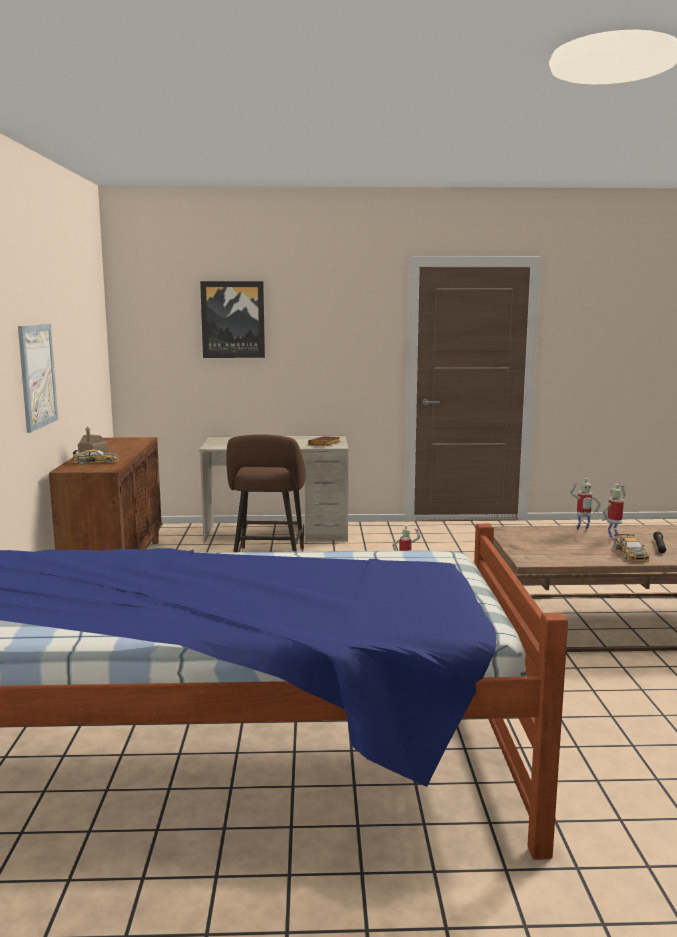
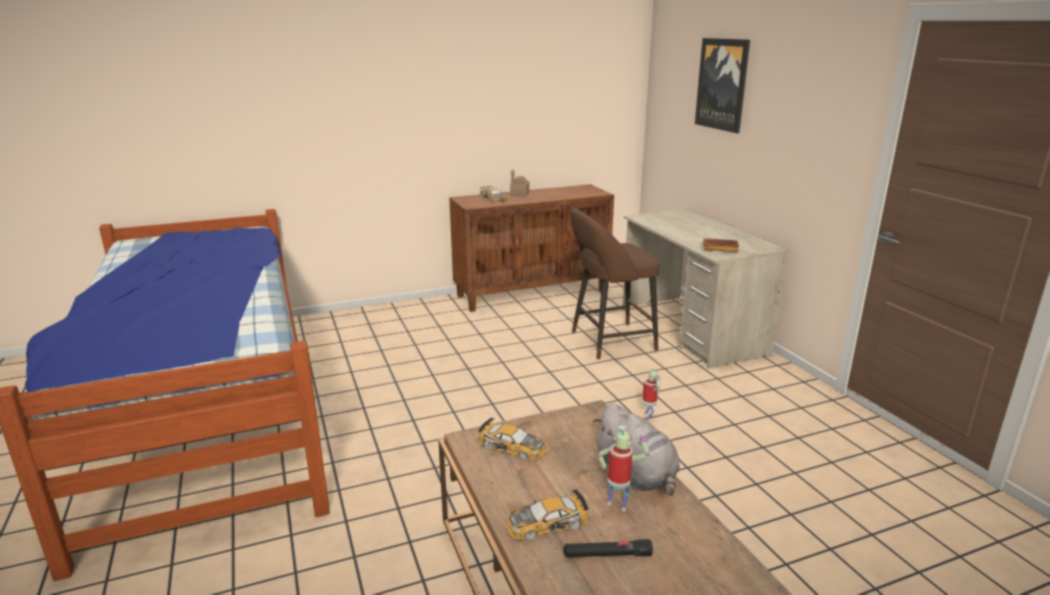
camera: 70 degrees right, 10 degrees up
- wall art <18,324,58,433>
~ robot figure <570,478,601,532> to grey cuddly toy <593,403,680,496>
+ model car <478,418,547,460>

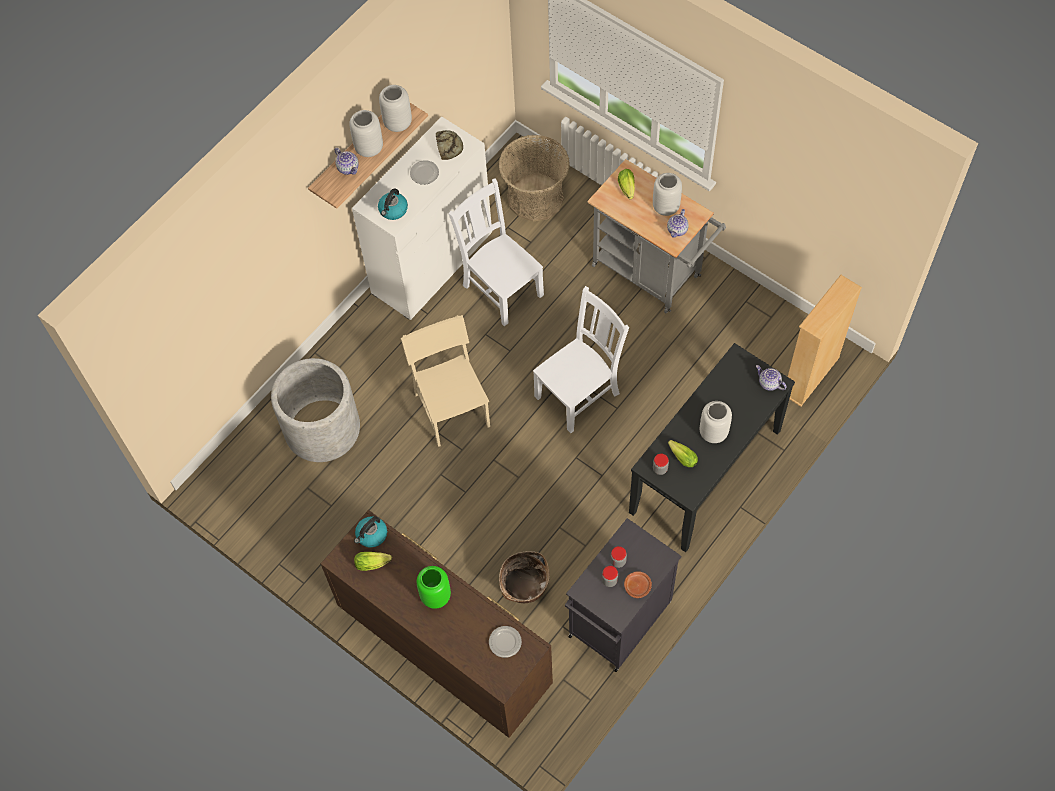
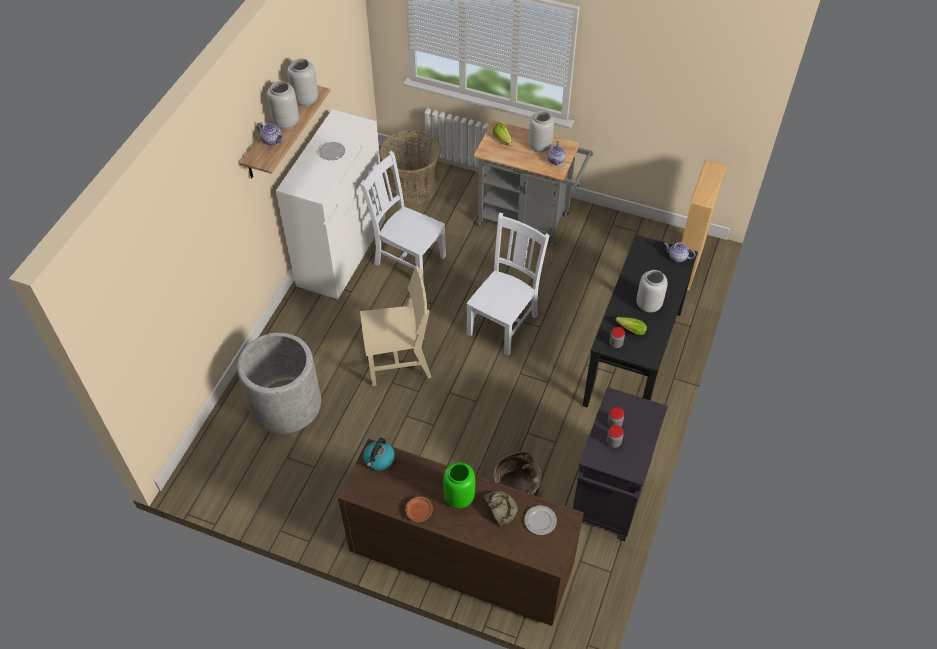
camera: 20 degrees left, 10 degrees down
- lettuce head <354,552,392,571>
- water kettle <378,188,408,220>
~ sand-coloured plain chair <401,315,490,447> = <360,266,431,386> 120 degrees clockwise
~ bakery bread <436,130,463,160> to <483,491,518,527>
~ brown plate <624,571,652,598> to <405,497,433,522>

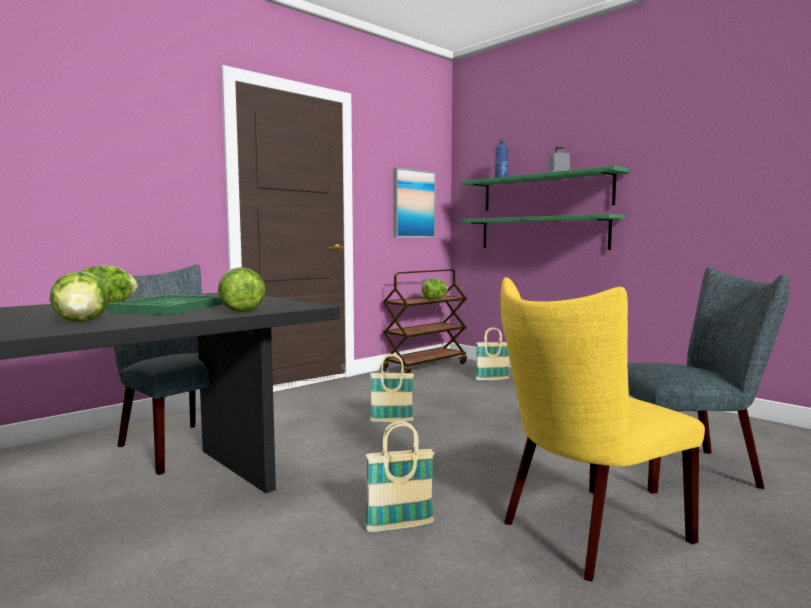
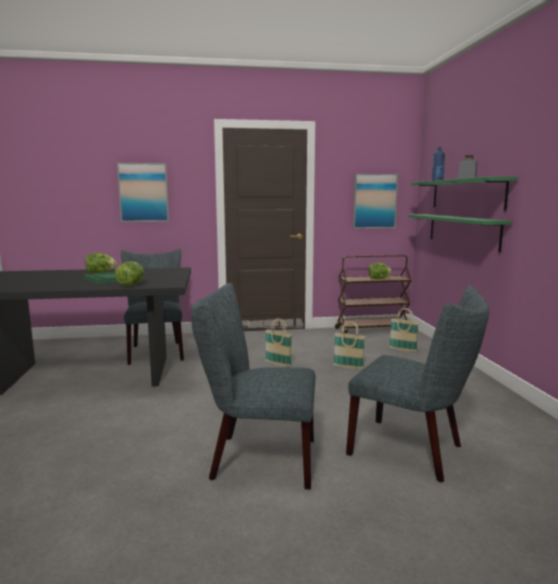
camera: 35 degrees right, 5 degrees up
- lettuce head <50,271,110,322>
~ household basket <365,421,435,532> to <333,321,365,369>
~ yellow plain chair <500,277,705,581> to grey plain chair <191,283,315,490>
+ wall art <117,163,169,222>

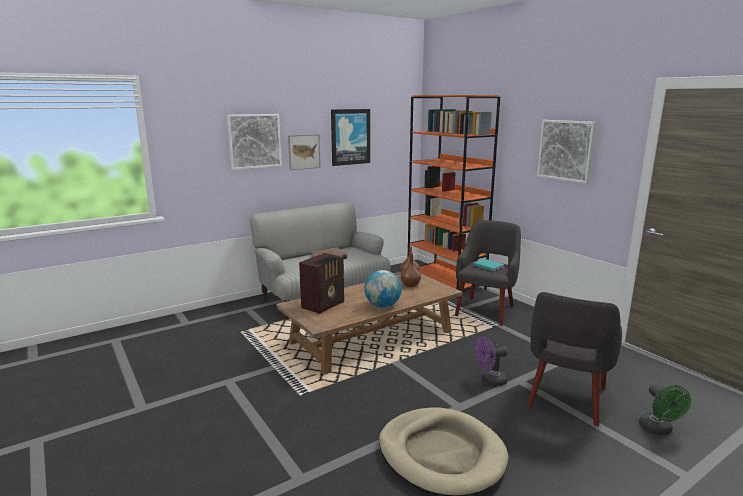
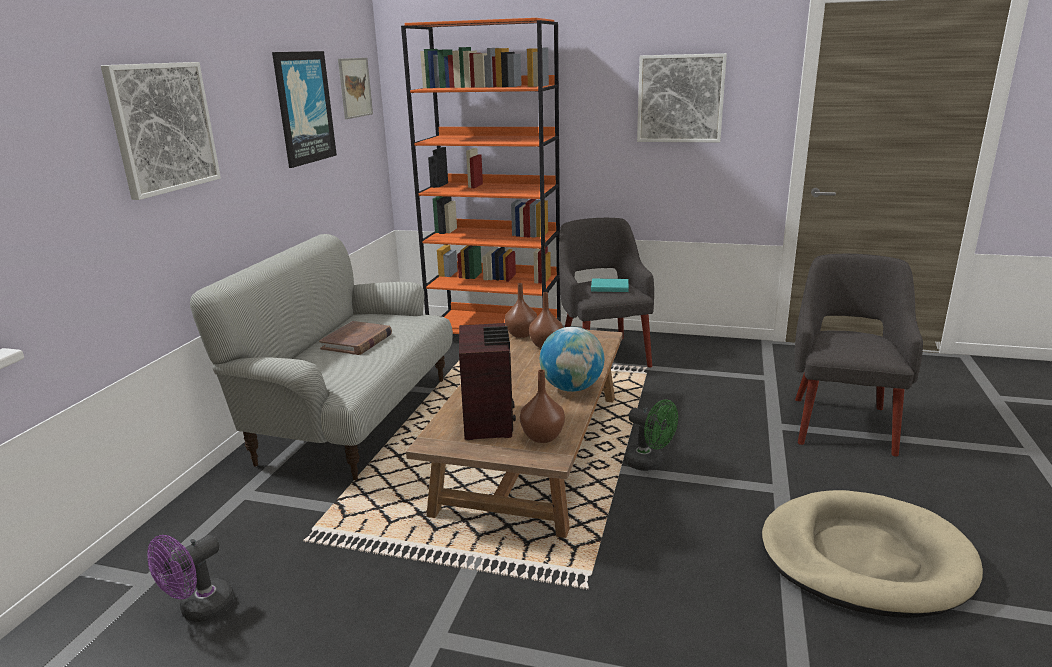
camera: 40 degrees left, 5 degrees up
~ wall art <288,134,321,170> to <338,58,373,119>
~ purplish electric fan <475,337,508,386> to <147,535,235,622>
~ grey lounge chair <527,292,622,427> = <794,254,923,457> 150 degrees counterclockwise
~ green electric fan <639,384,691,435> to <624,399,678,471>
+ brown vase <520,370,565,443>

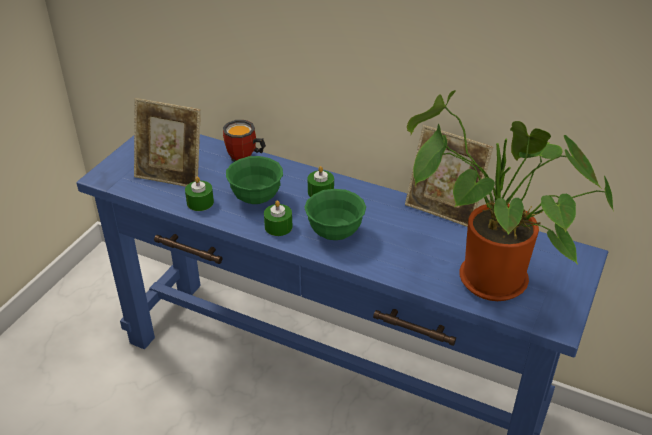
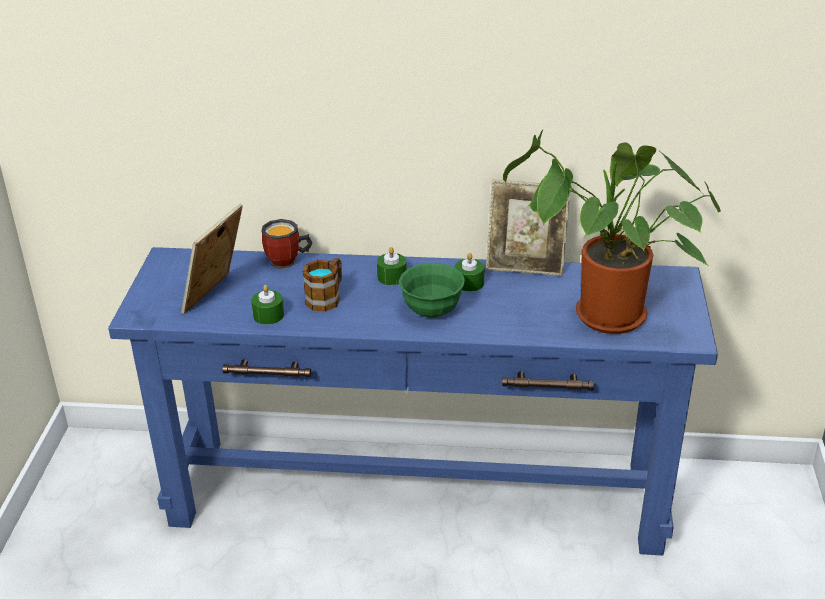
camera: 20 degrees left, 5 degrees down
~ standing frame <134,98,201,187> = <181,204,243,314> 120 degrees clockwise
~ green serving bowl <226,156,283,204> to mug <303,258,342,312>
~ green candle <264,200,292,236> to <455,253,484,292>

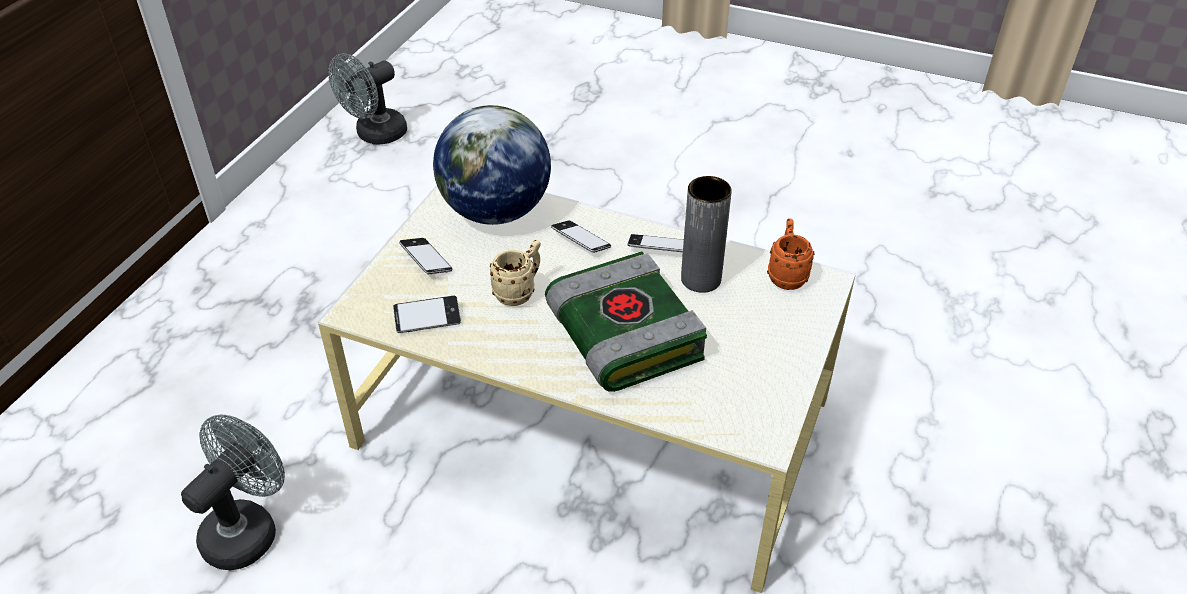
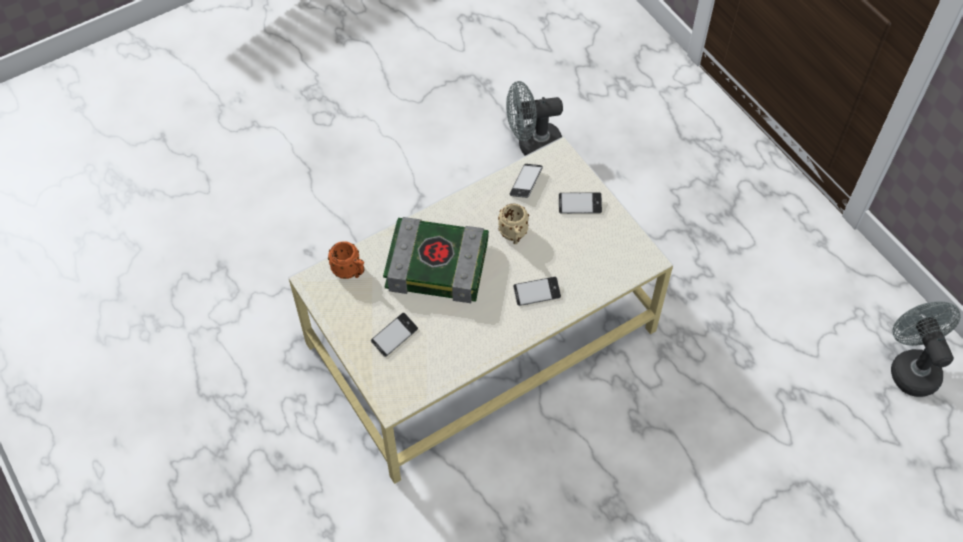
camera: 125 degrees right, 15 degrees up
~ grey electric fan <181,415,285,570> = <506,81,563,156> 105 degrees clockwise
- desk globe <433,105,551,225>
~ telephone <627,234,684,252> to <371,313,418,357>
- grey vase <681,176,732,293>
~ orangey mug <767,218,814,290> to <328,241,365,279>

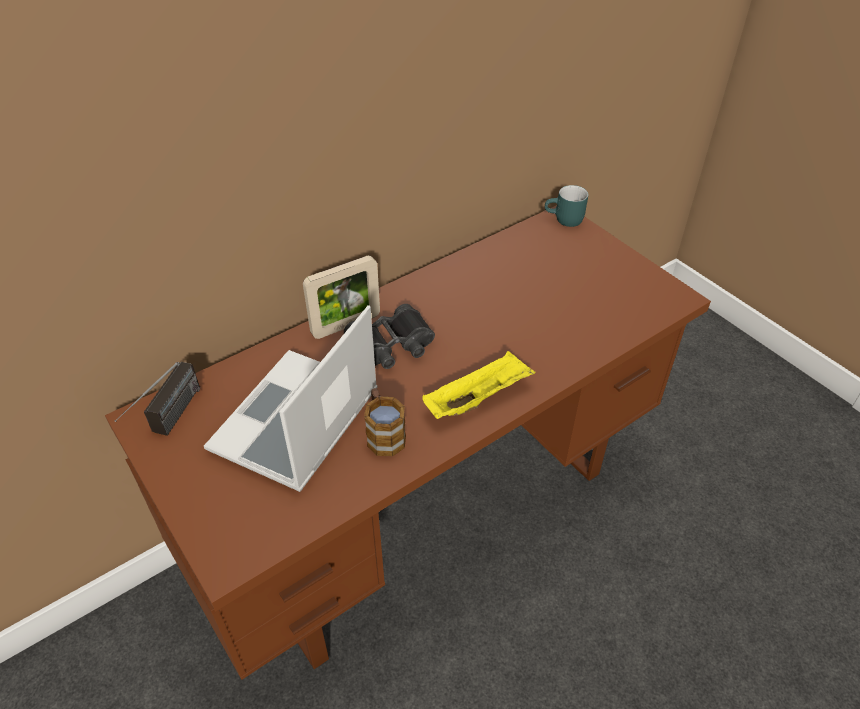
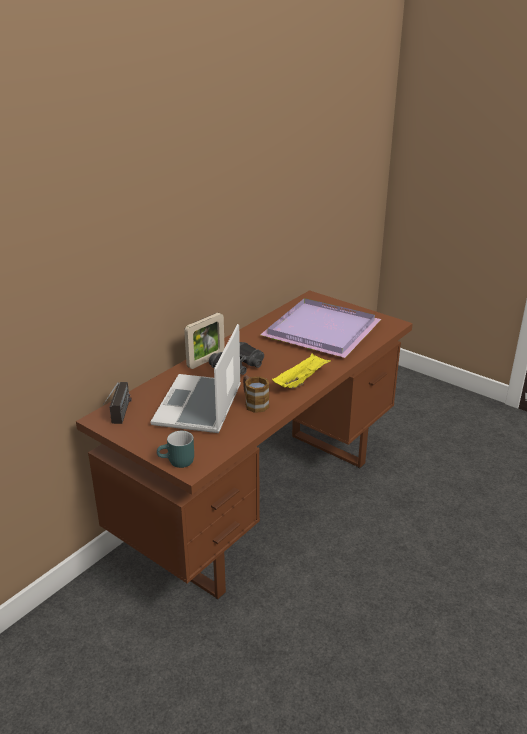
camera: 15 degrees left, 15 degrees down
~ turquoise mug <545,185,588,227> to <157,431,194,468>
+ purplish serving tray <260,298,381,358>

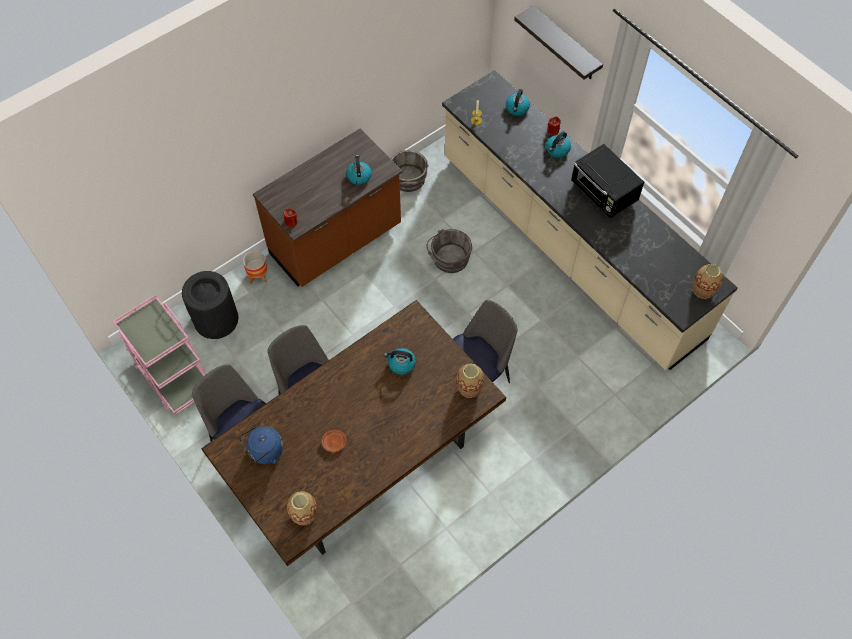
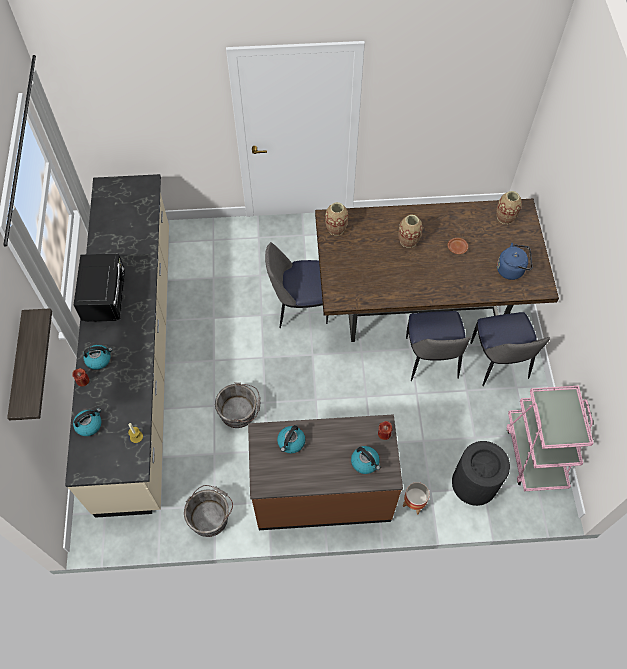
camera: 145 degrees left, 0 degrees up
~ water kettle <384,348,416,375> to <351,446,380,474>
~ vase <693,264,723,299> to <398,215,423,248>

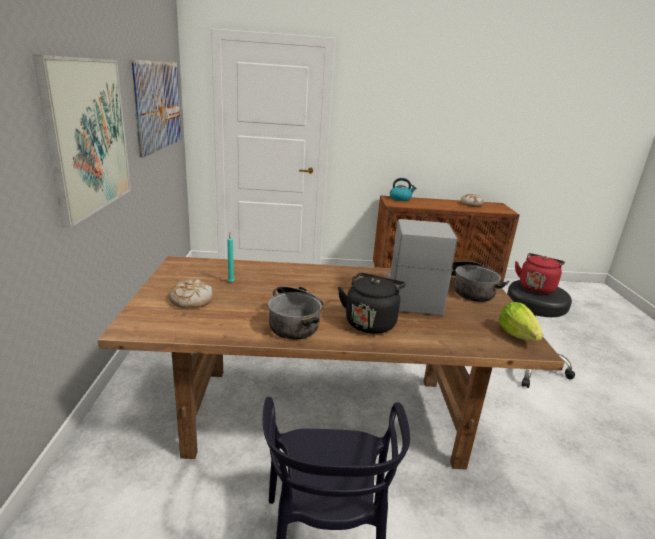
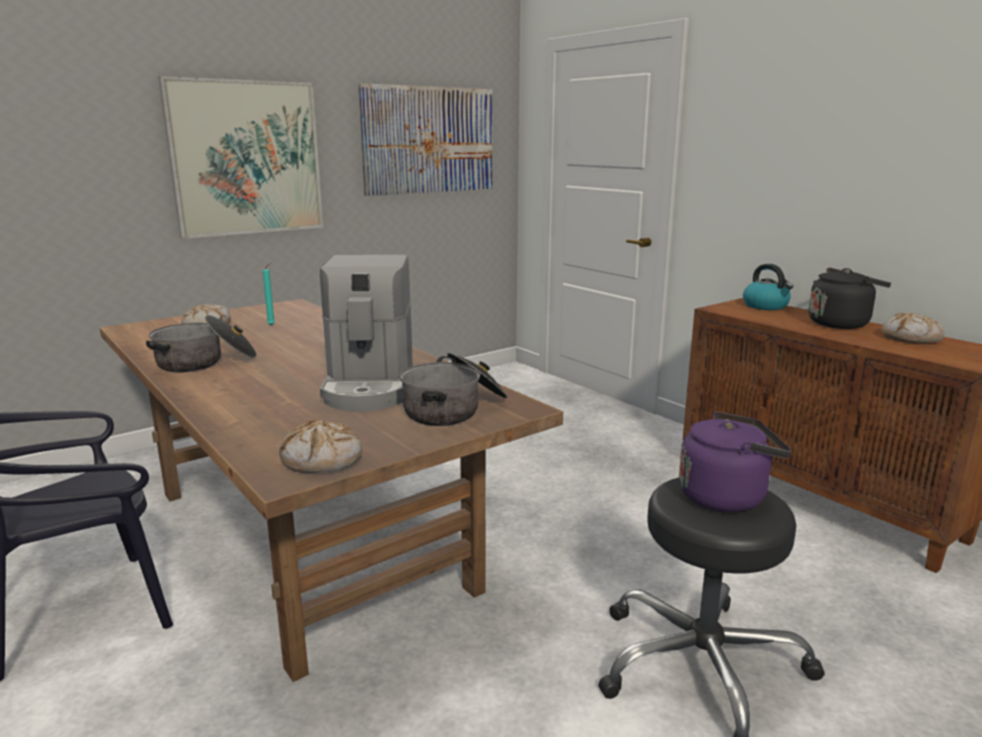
camera: 55 degrees right, 5 degrees down
~ blackish water kettle <338,273,406,334> to <809,268,891,329>
~ coffee brewer <388,219,457,315> = <320,255,413,412> 120 degrees clockwise
~ lettuce head <499,302,543,341> to bakery bread <279,420,362,473>
~ reddish water kettle <515,253,565,294> to purplish water kettle <679,411,791,512>

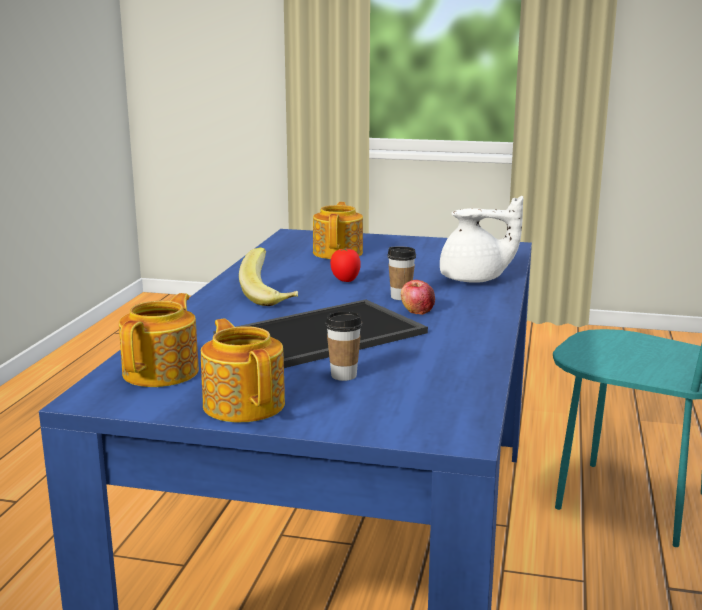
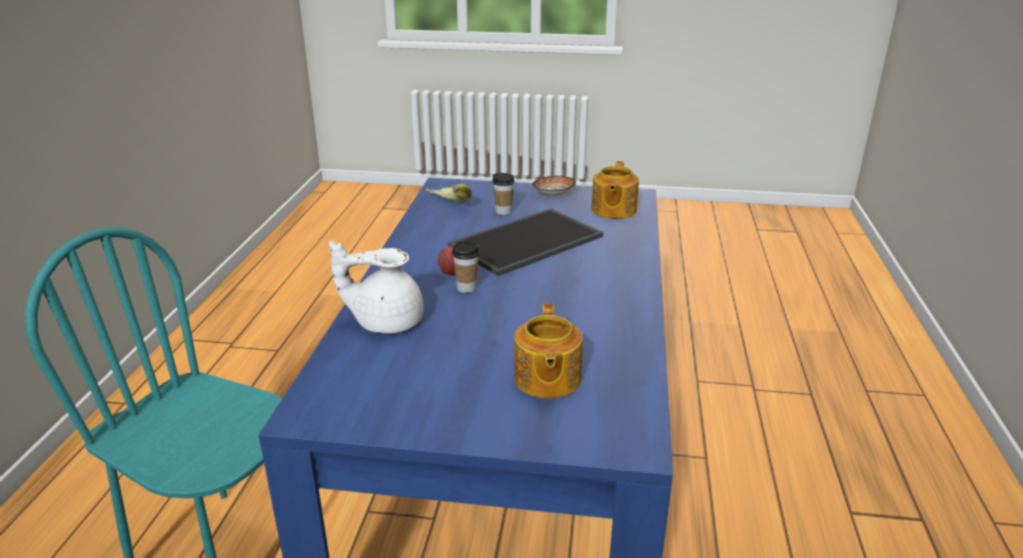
camera: 175 degrees right, 10 degrees up
~ pot for tea <201,319,285,422> to serving bowl <532,176,576,196>
~ banana fruit <239,247,298,306> to <426,184,472,201>
- fresh tomato <330,248,361,282>

